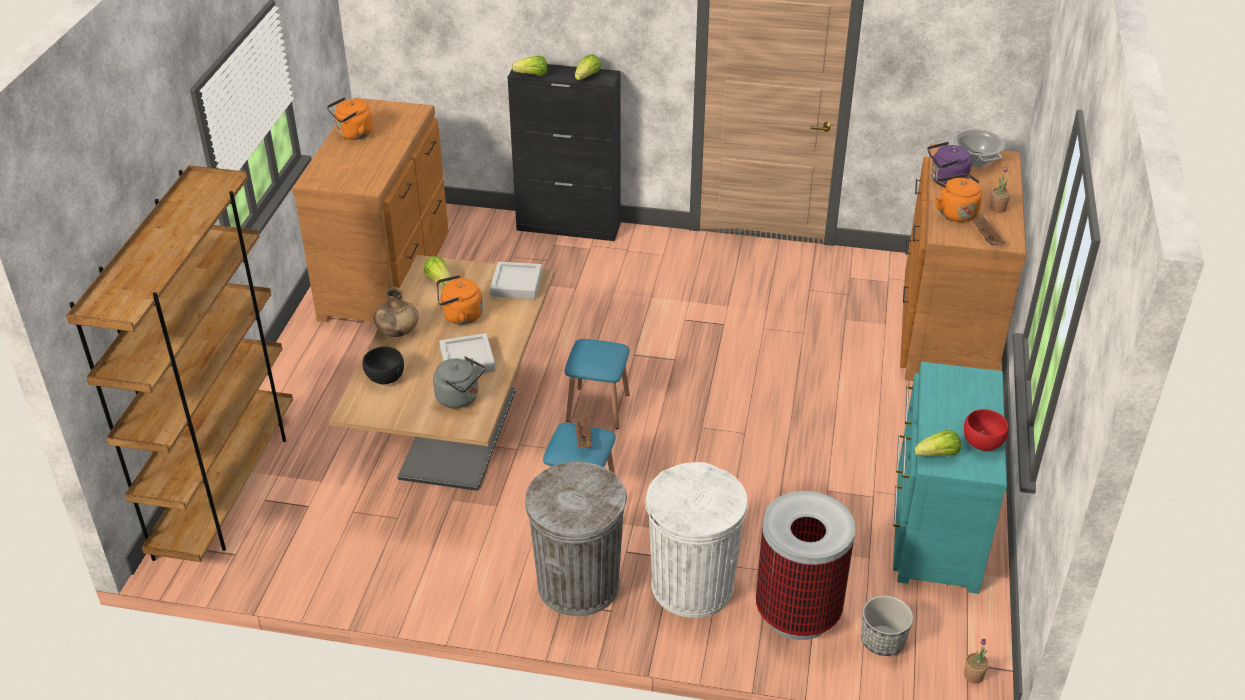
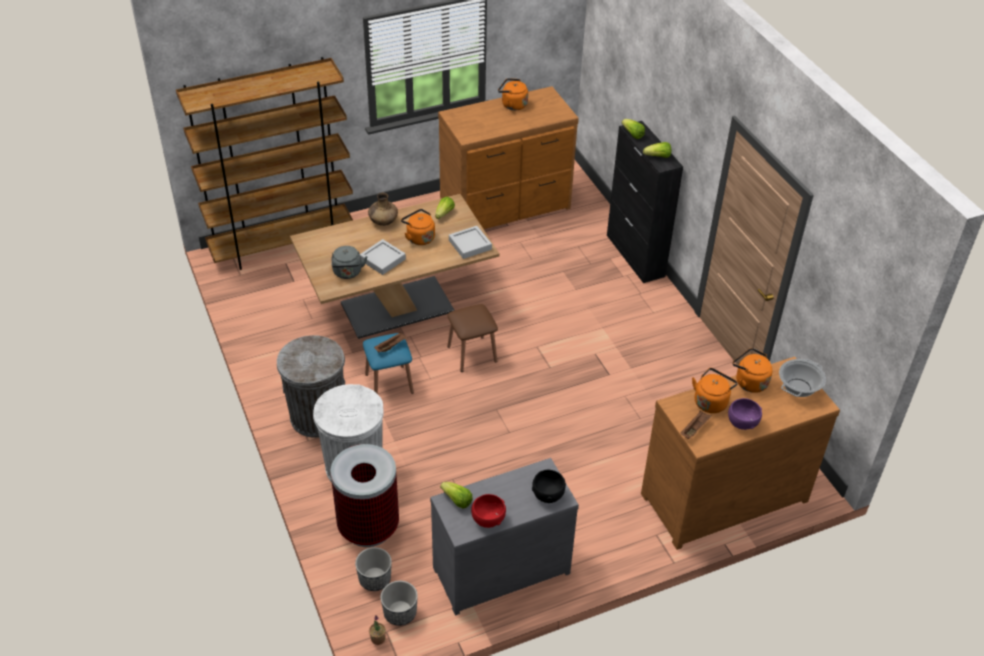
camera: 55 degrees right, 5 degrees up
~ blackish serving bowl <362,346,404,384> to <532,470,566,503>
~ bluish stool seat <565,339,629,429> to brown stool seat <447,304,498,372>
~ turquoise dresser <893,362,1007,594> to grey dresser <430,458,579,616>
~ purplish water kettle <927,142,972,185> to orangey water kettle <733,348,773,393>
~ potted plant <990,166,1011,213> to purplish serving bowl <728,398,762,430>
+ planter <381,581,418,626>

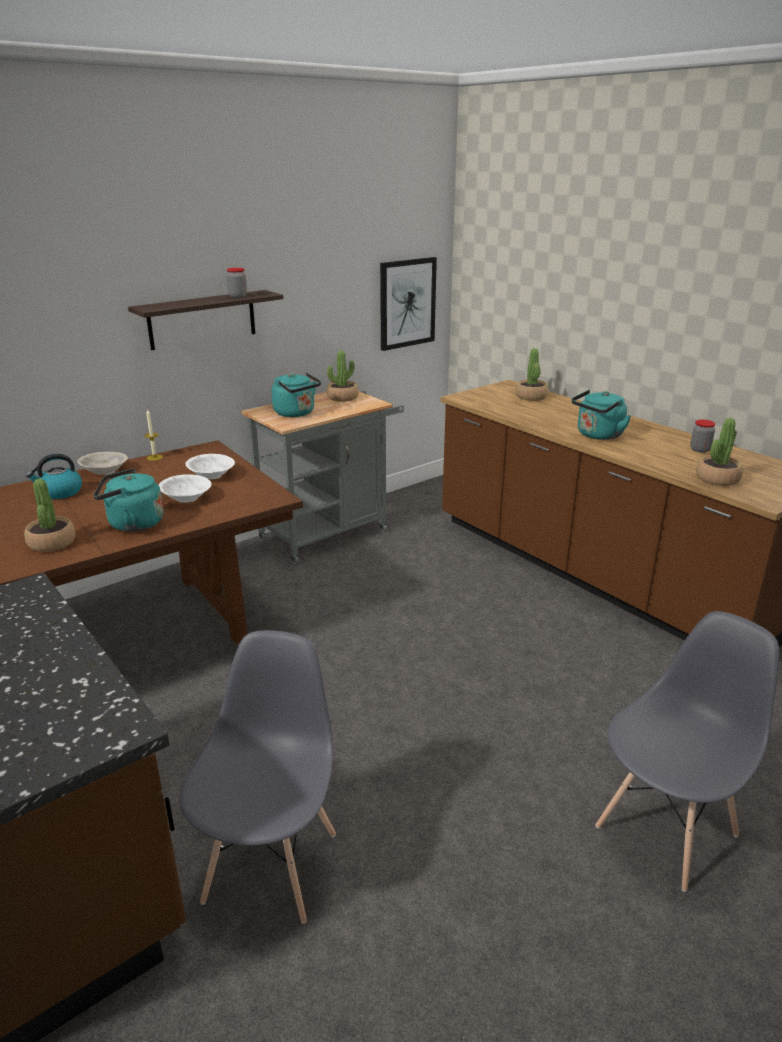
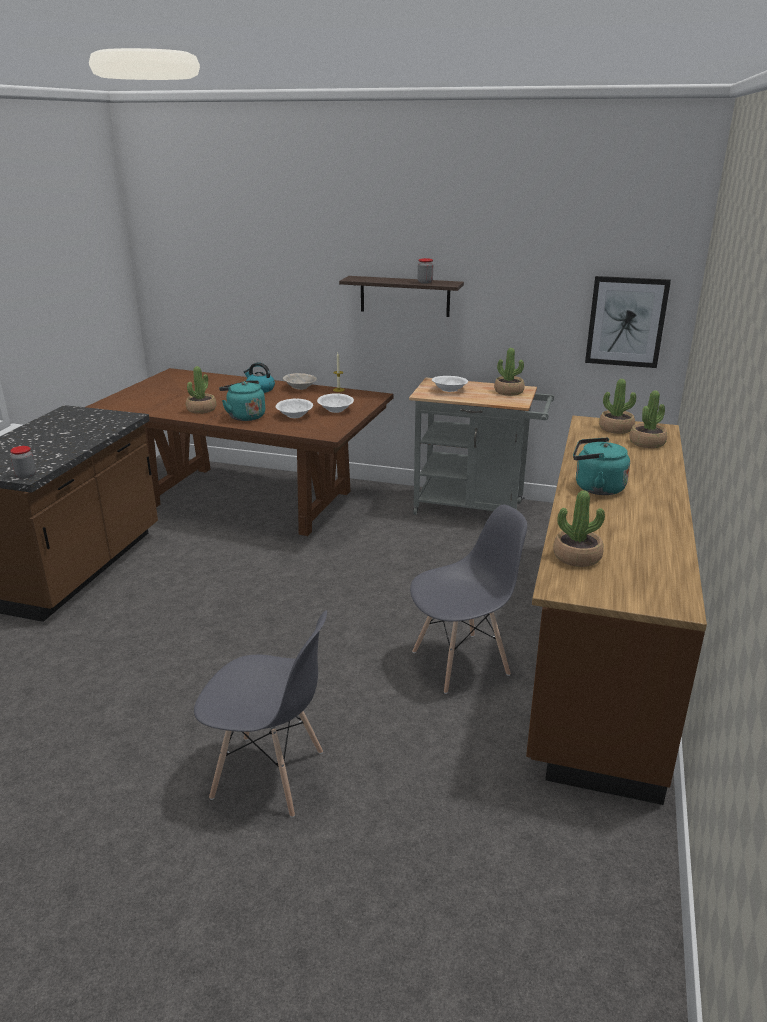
camera: 55 degrees right, 0 degrees up
~ grey plain chair <179,630,336,924> to <410,505,527,694>
~ turquoise water kettle <272,372,321,417> to white-coloured serving bowl <432,376,468,392>
~ preserve jar <690,420,716,453> to <10,446,36,479>
+ potted plant <599,379,636,434>

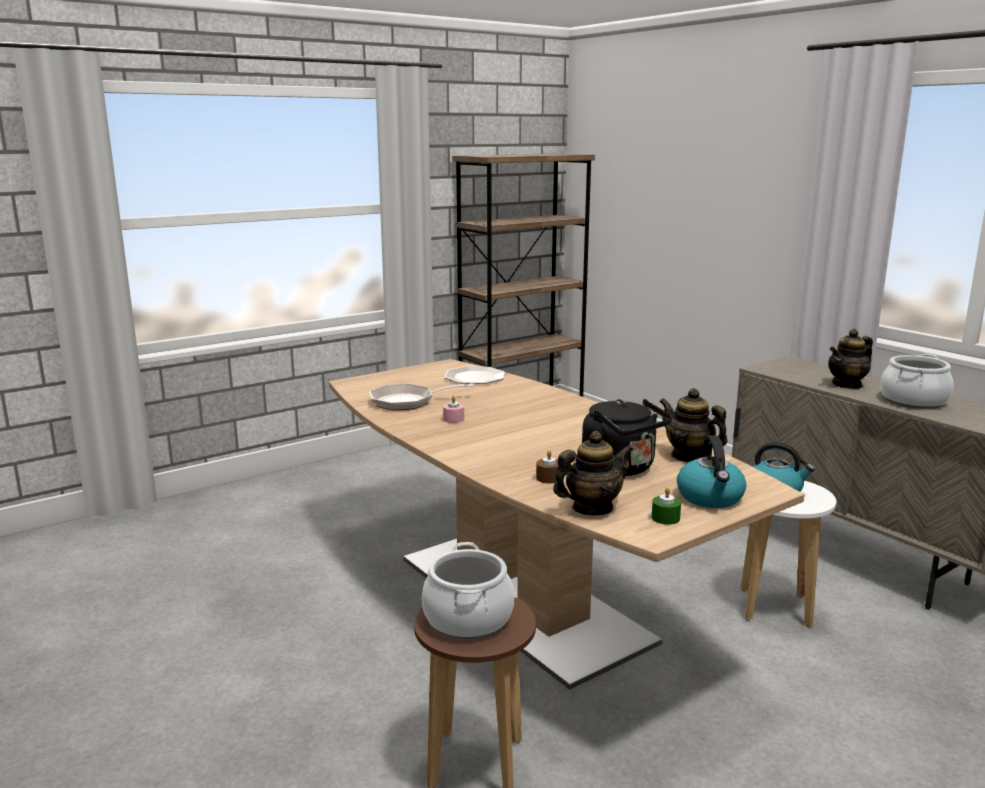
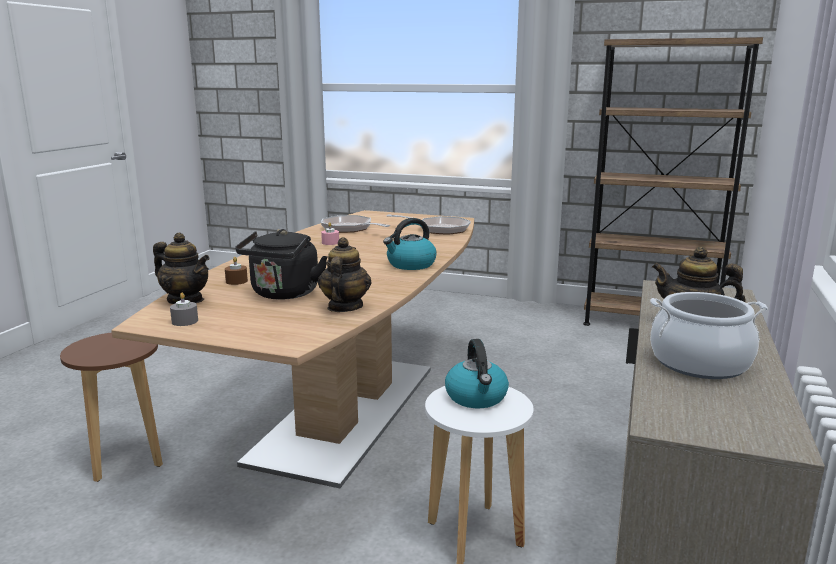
camera: 55 degrees right, 0 degrees up
- saucepot <422,542,514,639>
~ plate <444,366,505,384> to skillet <387,214,471,235>
~ green candle <652,487,681,525> to grey candle <170,293,198,326>
~ water kettle <677,435,746,508> to <383,218,436,270>

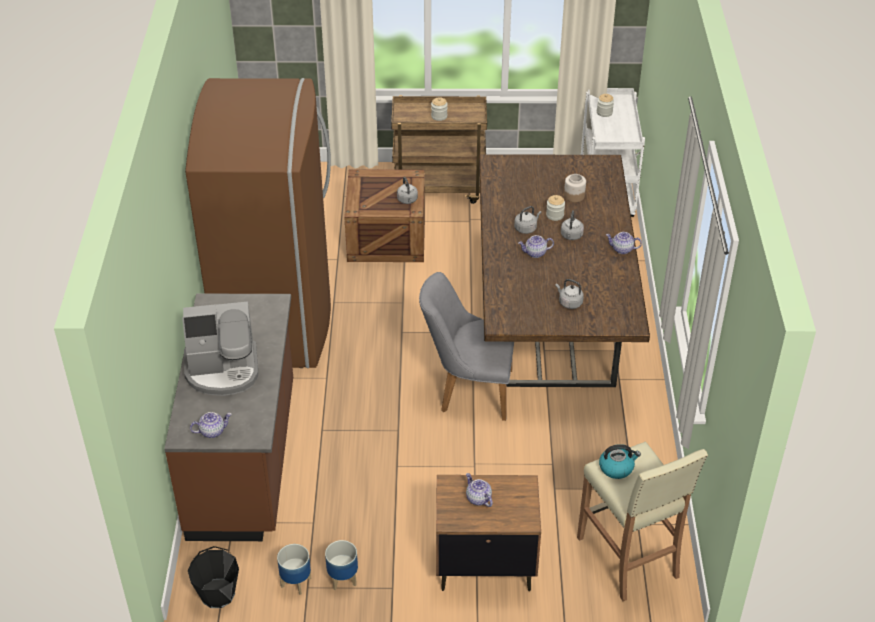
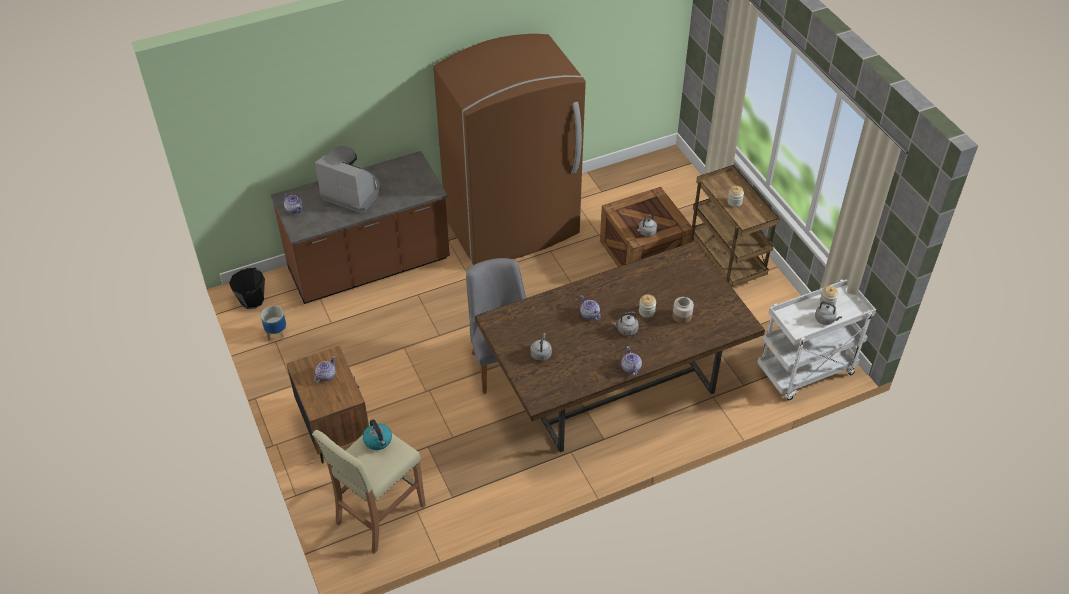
camera: 65 degrees right, 5 degrees up
~ coffee brewer <182,301,258,396> = <315,146,380,213> 150 degrees clockwise
- planter <325,540,358,590>
~ grey water kettle <514,206,541,234> to <815,301,842,325>

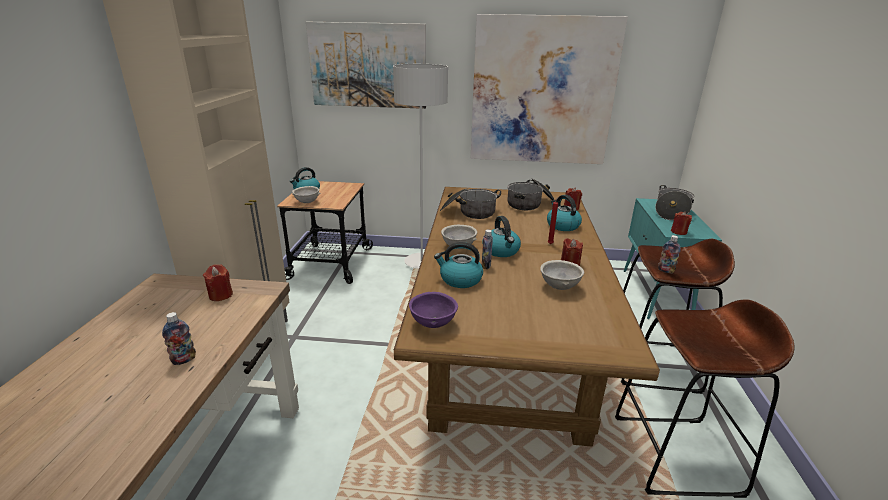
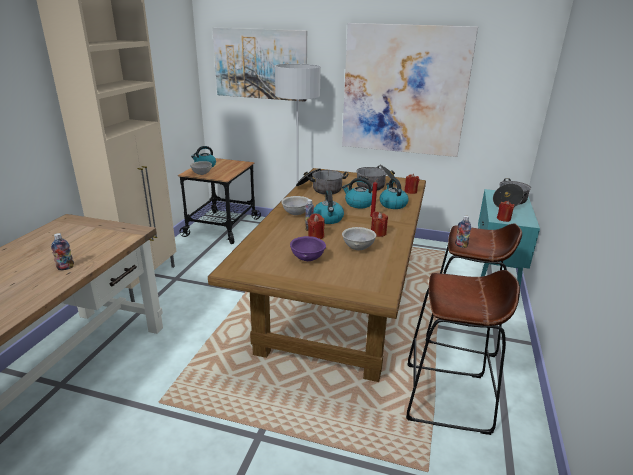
camera: 10 degrees right, 0 degrees up
~ reddish candle <203,264,233,301> to <307,213,325,239>
~ purplish serving bowl <409,292,458,328> to <290,236,326,261>
~ water kettle <434,242,483,288> to <342,178,372,208>

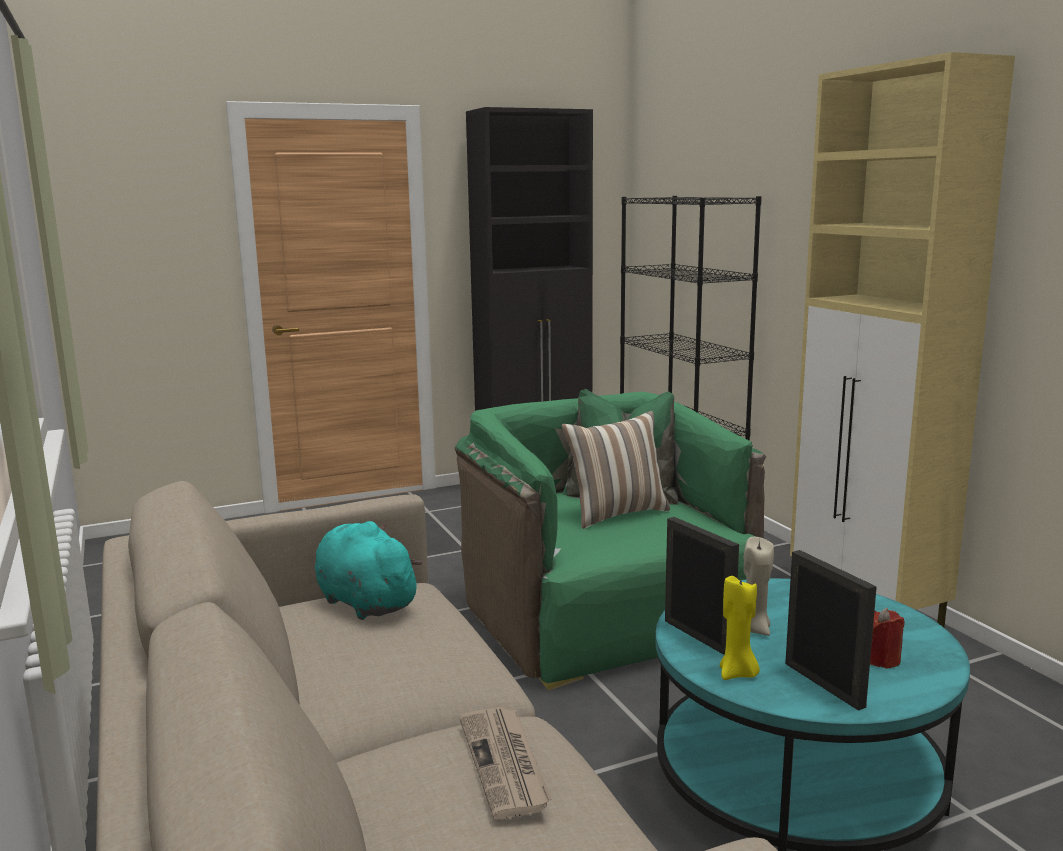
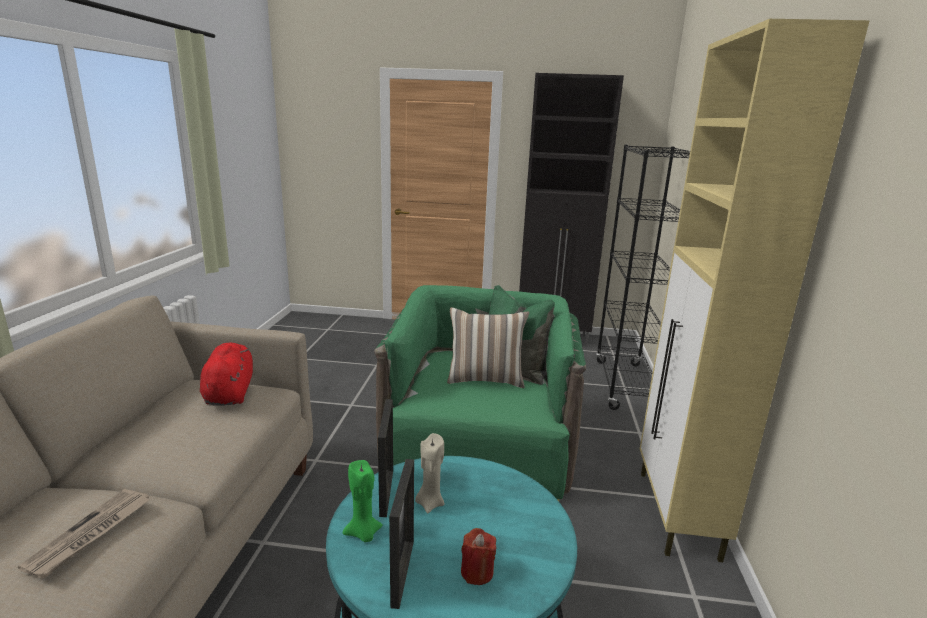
camera: 30 degrees right, 5 degrees up
~ turquoise cuddly toy <315,521,423,620> to reddish cuddly toy <200,343,253,406>
~ yellow candle <720,576,760,680> to green candle <343,460,383,542>

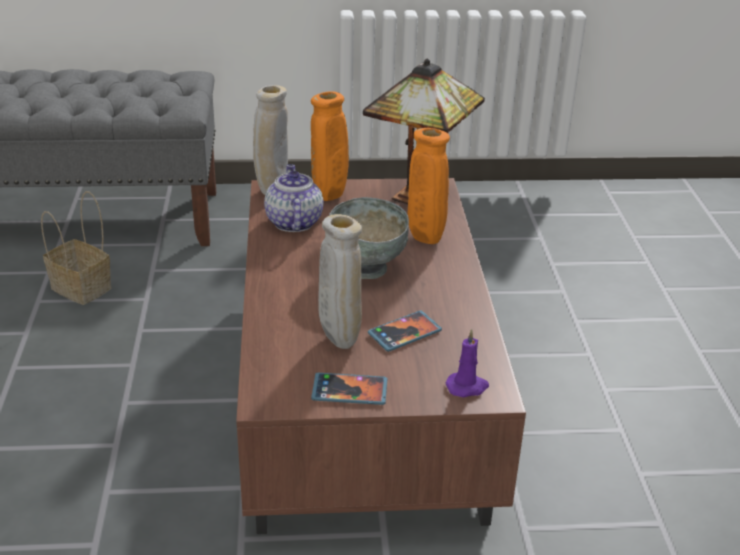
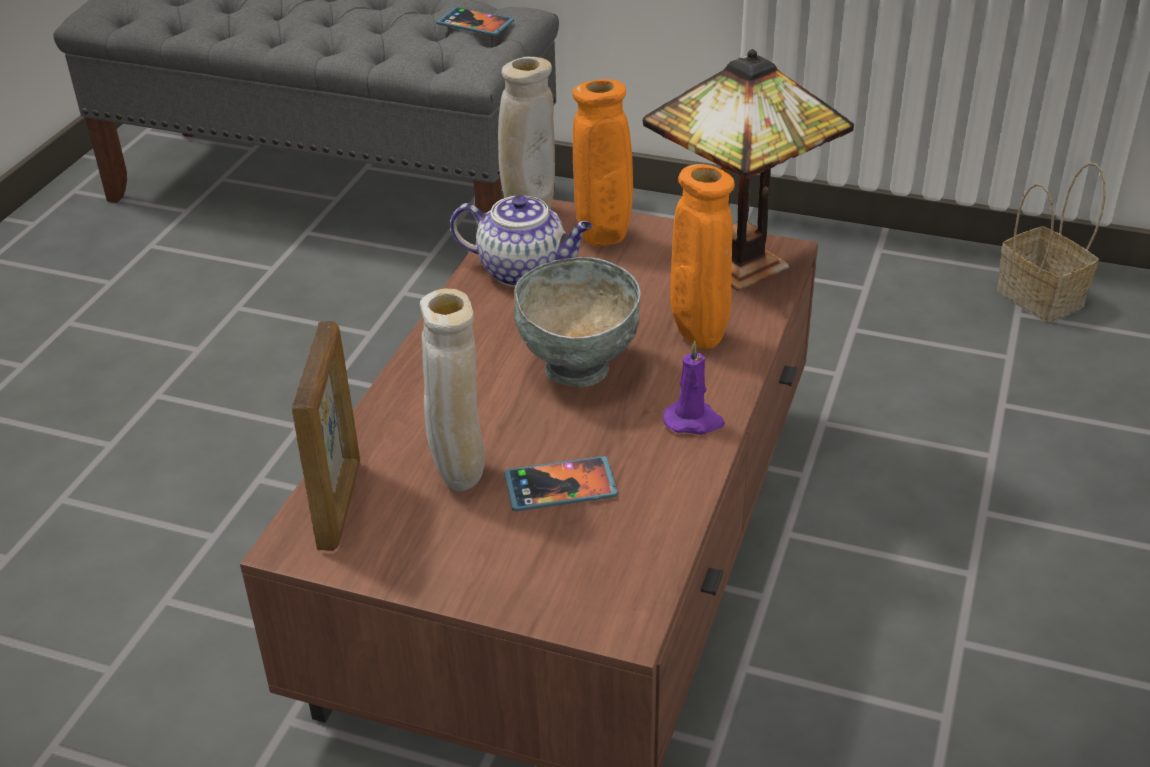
camera: 25 degrees right, 5 degrees up
~ household basket <41,191,112,305> to <997,162,1106,323>
~ pot for tea <264,164,324,232> = <450,195,593,287> 90 degrees clockwise
~ telephone <311,373,387,405> to <436,7,514,36>
~ purplish candle <446,329,489,398> to <663,341,725,435>
+ standing frame <292,321,360,551>

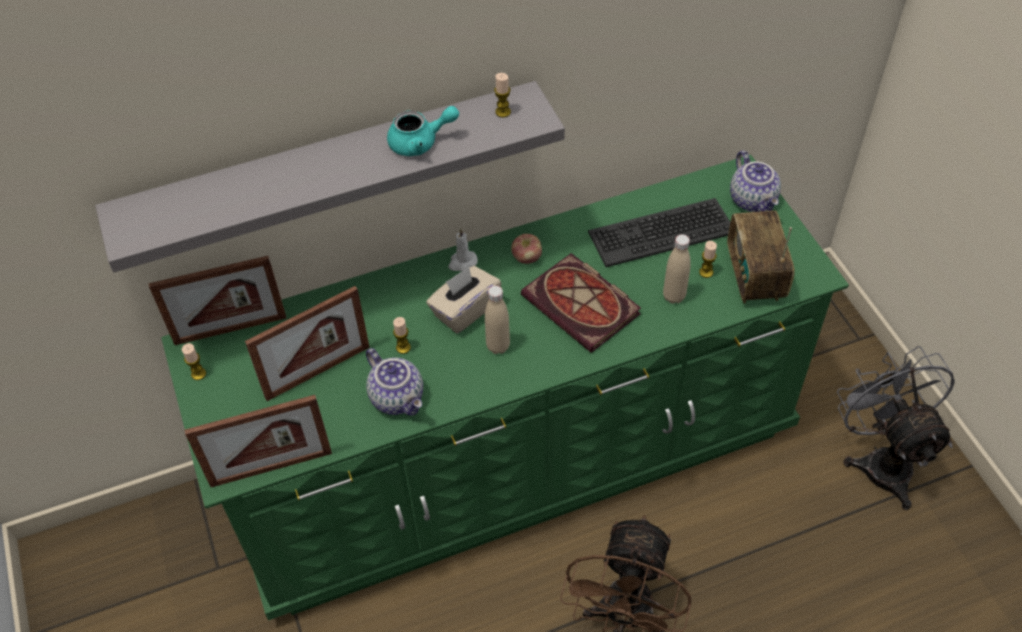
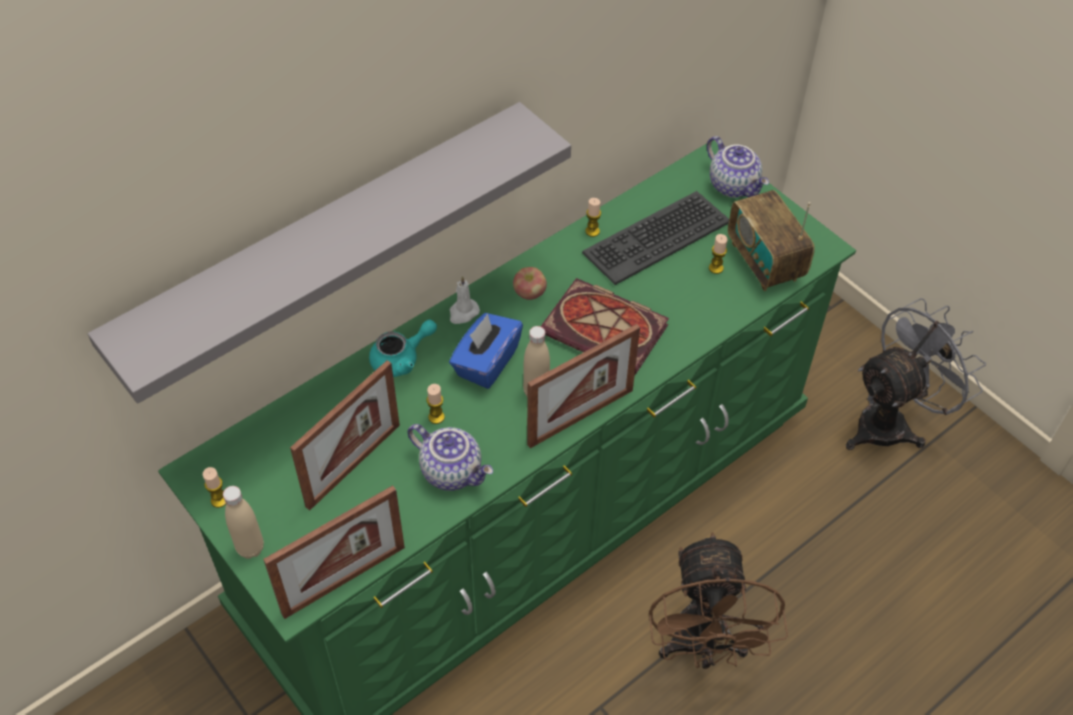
camera: 20 degrees left, 0 degrees up
~ standing frame <149,256,286,345> to <527,324,640,448>
~ turquoise pot for tea <387,106,459,156> to <369,319,437,377>
~ sand-coloured tissue box <426,266,501,333> to bluish tissue box <449,313,523,389>
~ candle <494,73,511,117> to <585,198,601,237>
~ sand-coloured drink bottle <663,234,691,304> to <223,486,264,559>
~ grey electric fan <837,346,955,510> = <846,298,986,450> 90 degrees clockwise

